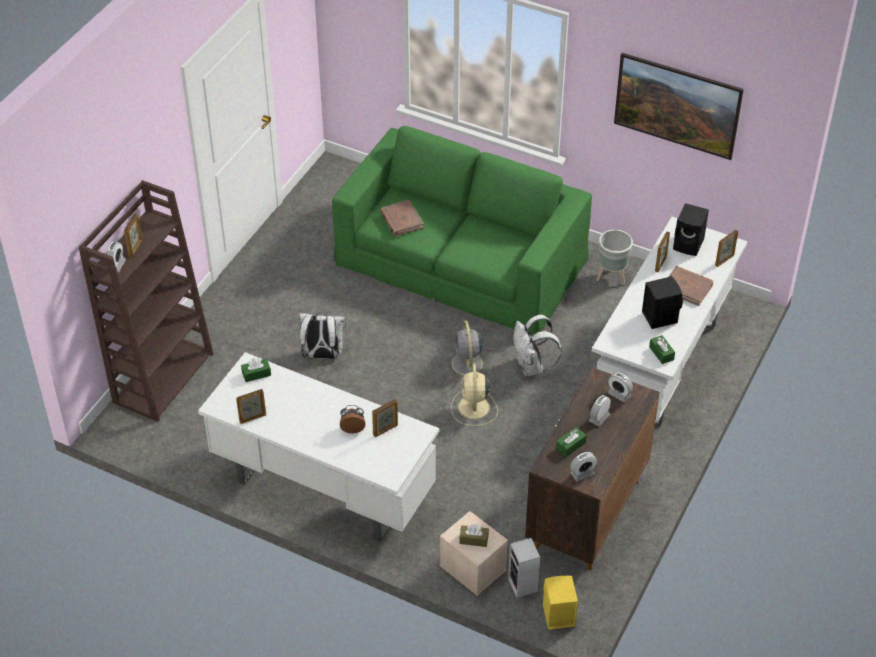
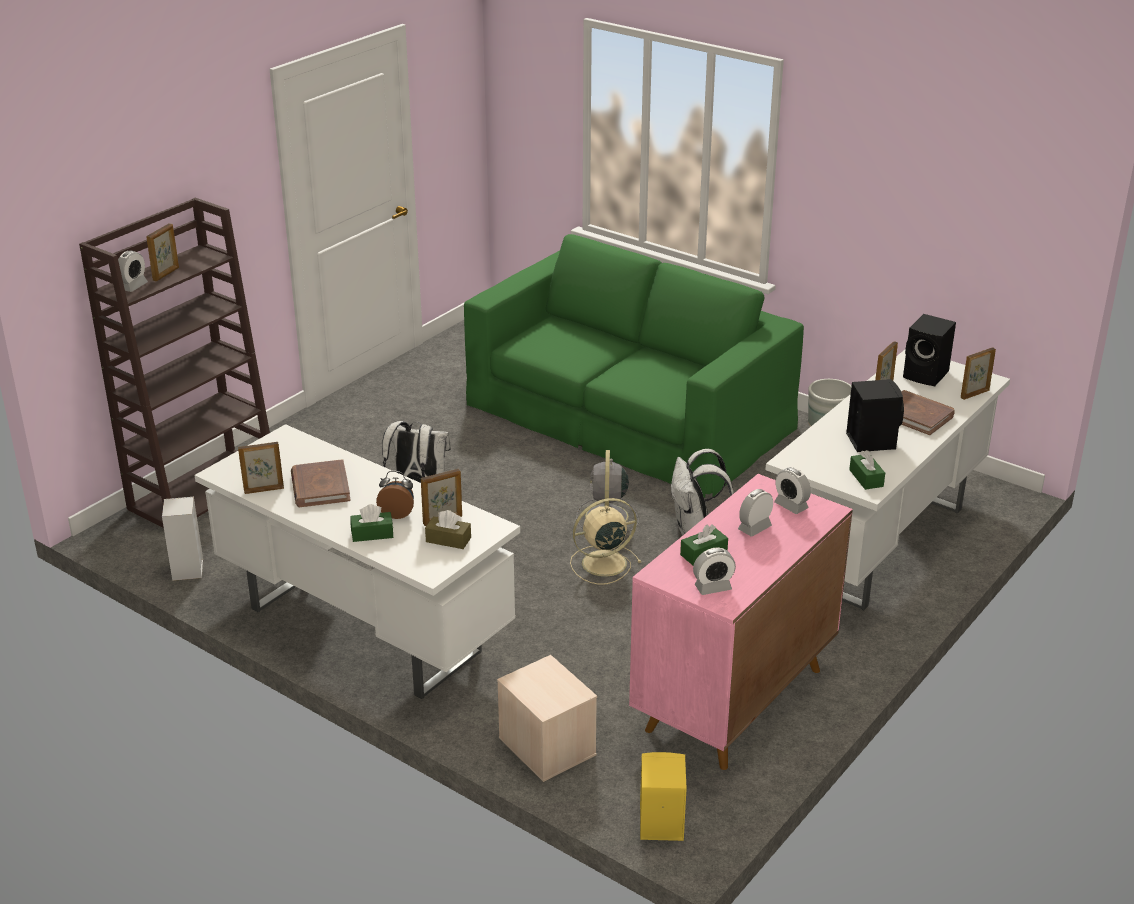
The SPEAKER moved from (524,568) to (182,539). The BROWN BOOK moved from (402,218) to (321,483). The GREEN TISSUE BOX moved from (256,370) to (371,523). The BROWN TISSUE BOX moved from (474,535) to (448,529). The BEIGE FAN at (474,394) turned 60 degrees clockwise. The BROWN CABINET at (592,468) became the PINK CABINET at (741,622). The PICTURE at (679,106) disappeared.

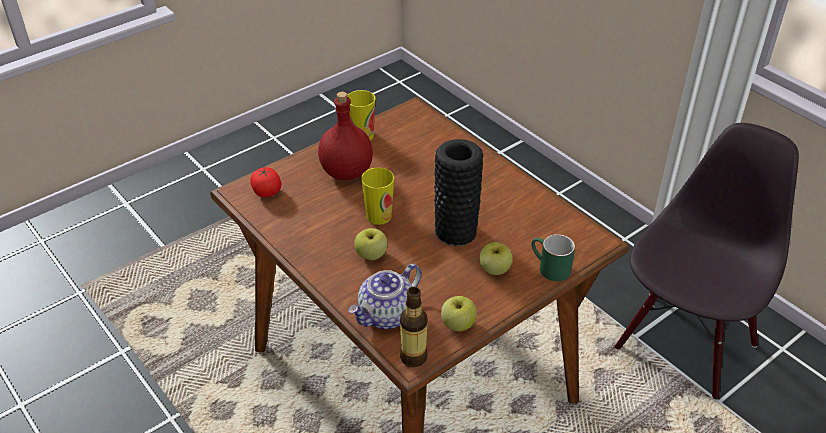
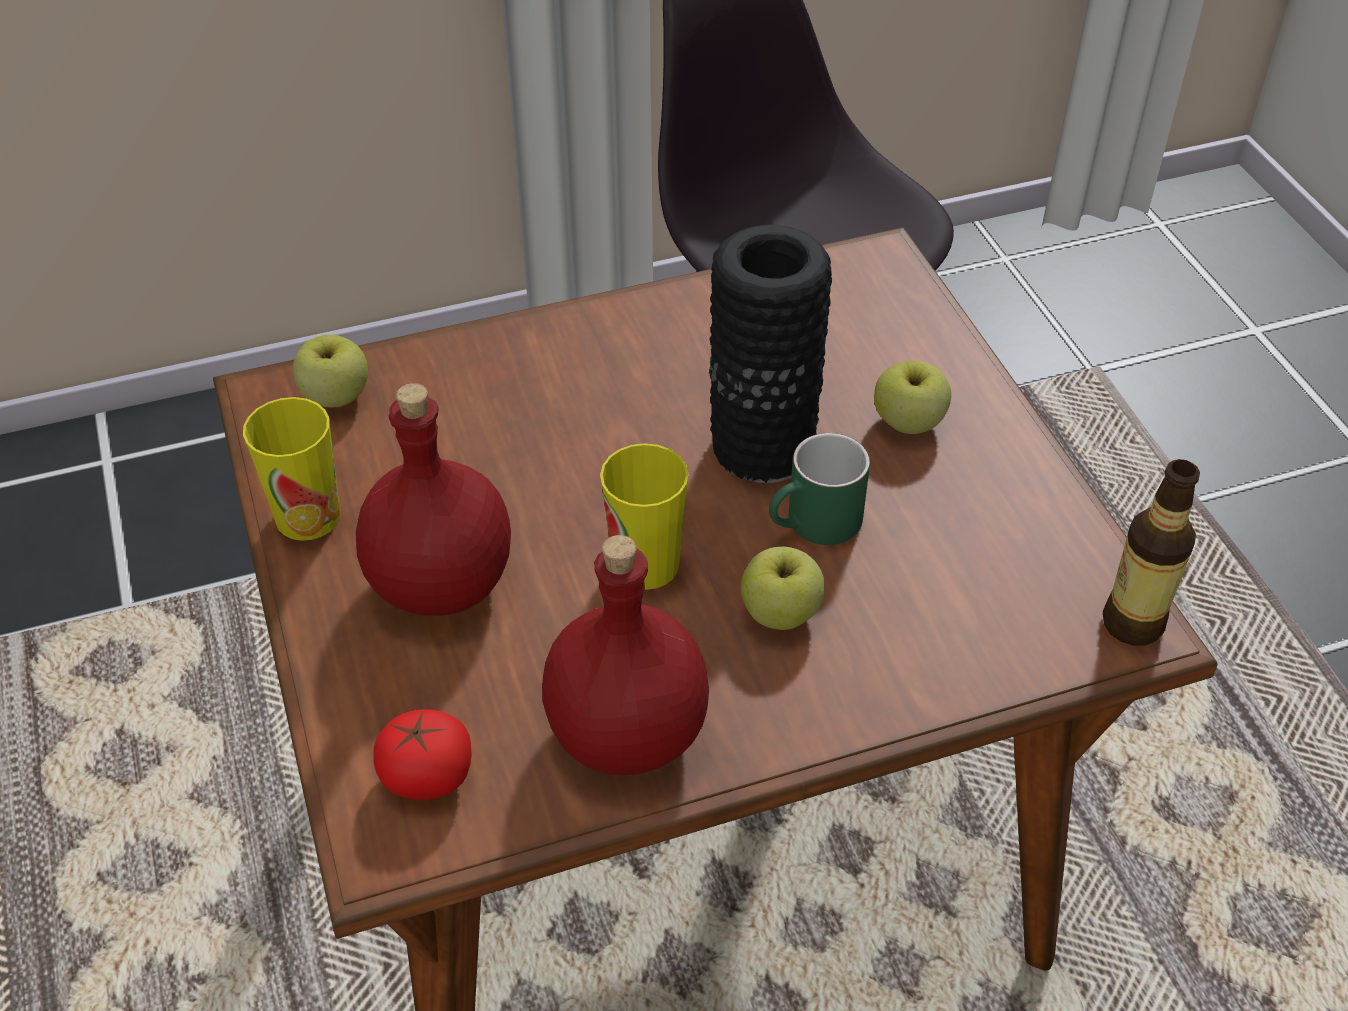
The APPLE moved from (459,313) to (330,370). The RED BOTTLE at (625,655) appeared. The GREEN MUG moved from (553,257) to (819,489). The TEAPOT at (384,296) disappeared.

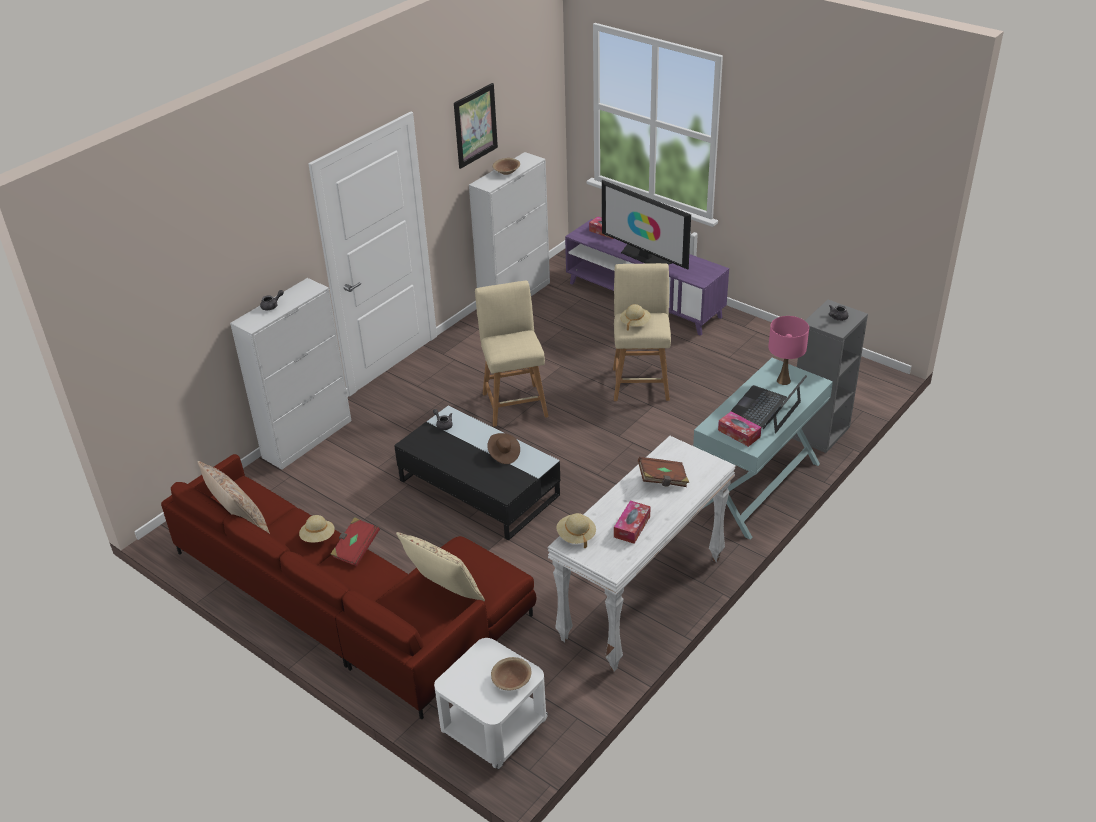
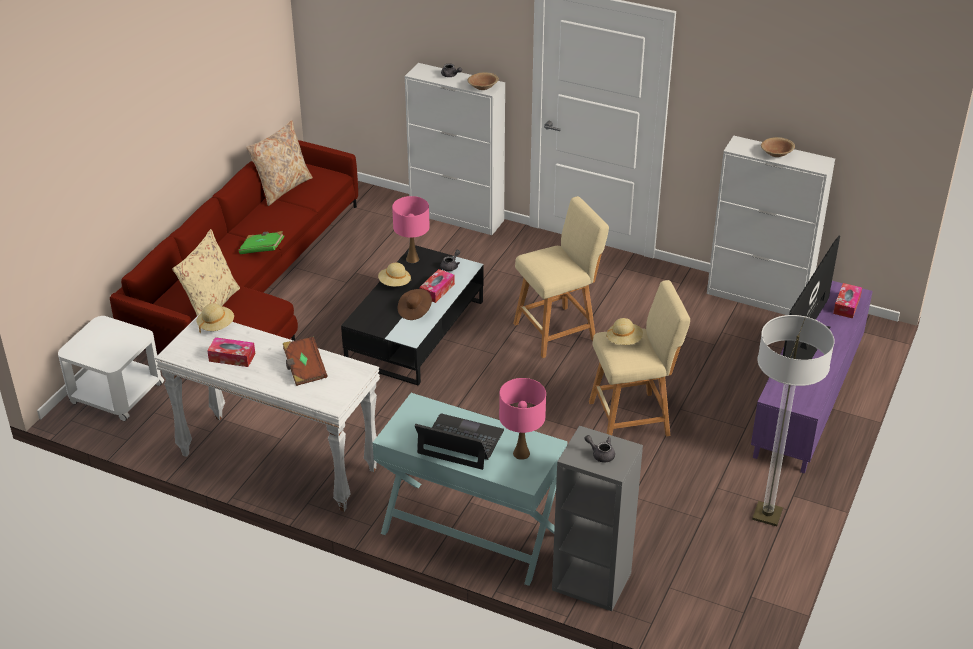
The RED BOOK at (355,541) became the GREEN BOOK at (261,242). The BEIGE HAT moved from (317,529) to (394,275). The PINK TABLE LAMP at (411,229) appeared. The TISSUE BOX moved from (739,429) to (437,286). The BROWN BOWL moved from (511,673) to (483,81). The FLOOR LAMP at (793,420) appeared. The PICTURE at (476,126) disappeared.

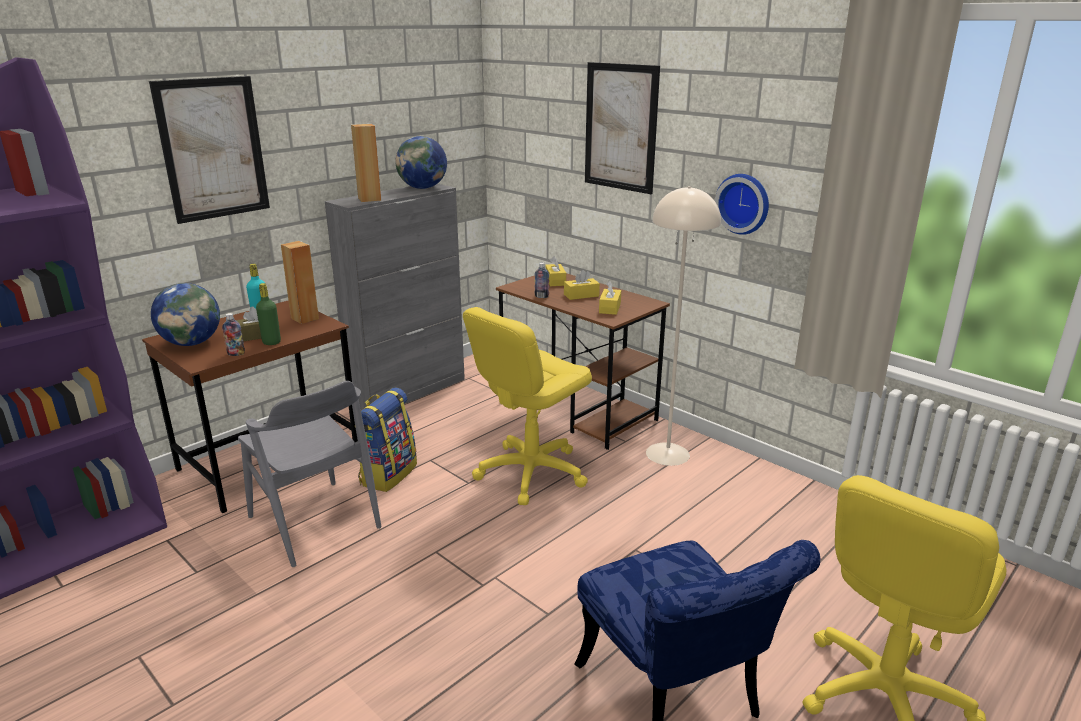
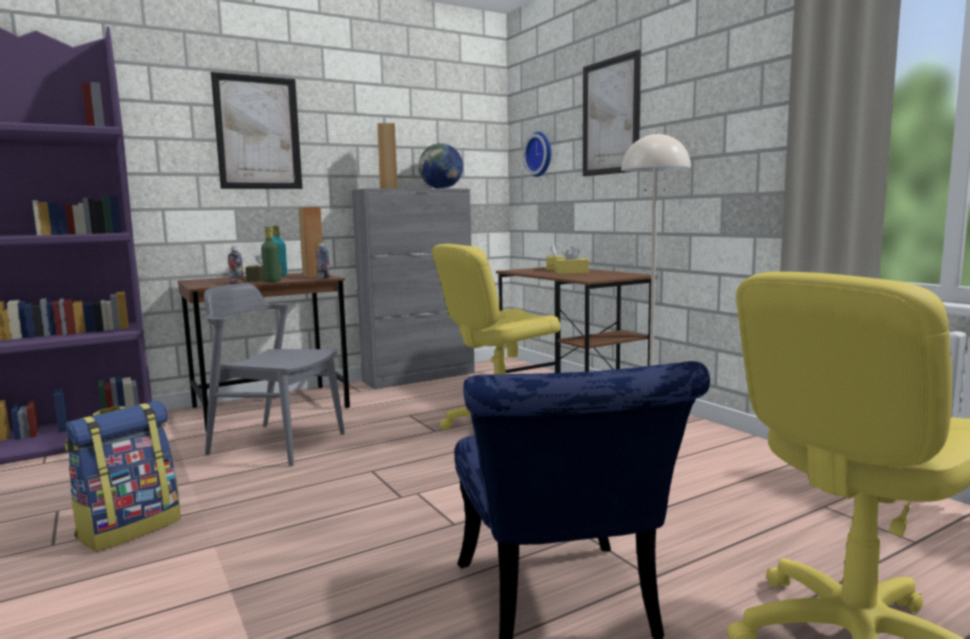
The BACKPACK moved from (386,440) to (123,476). The GREY CHAIR at (309,474) turned 135 degrees clockwise. The BOTTLE moved from (541,280) to (323,260). The WALL CLOCK moved from (742,204) to (537,154). The GLOBE at (185,314) disappeared. The YELLOW TISSUE BOX at (610,298) disappeared.

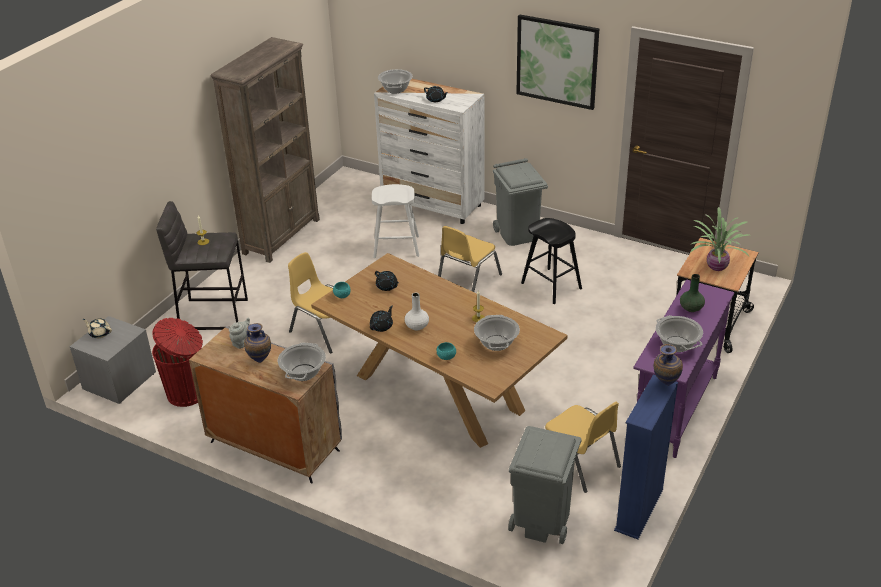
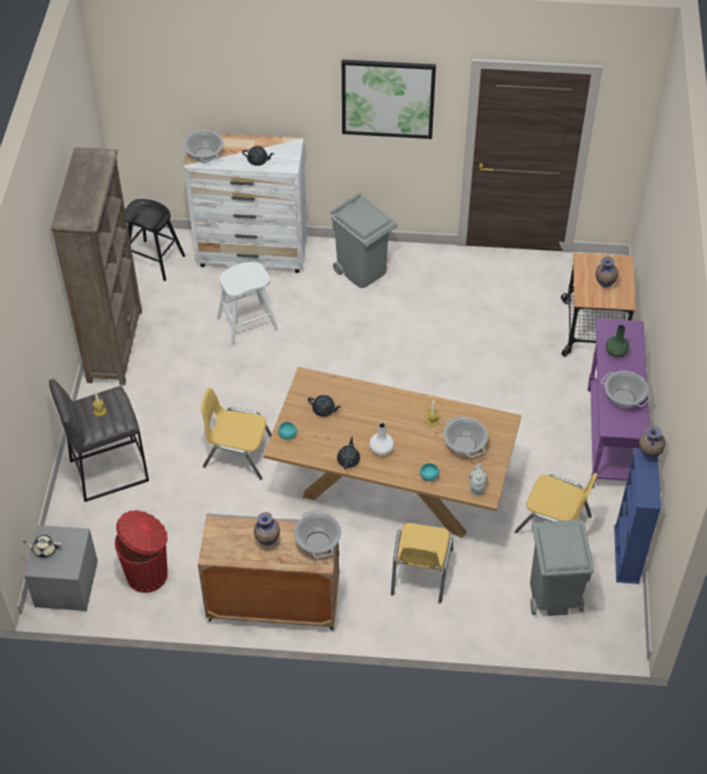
The BLACK STOOL moved from (551,261) to (155,240). The YELLOW CHAIR moved from (470,259) to (422,563). The GREY TEAPOT moved from (239,333) to (478,479). The POTTED PLANT at (719,239) was replaced by the VASE at (606,272).

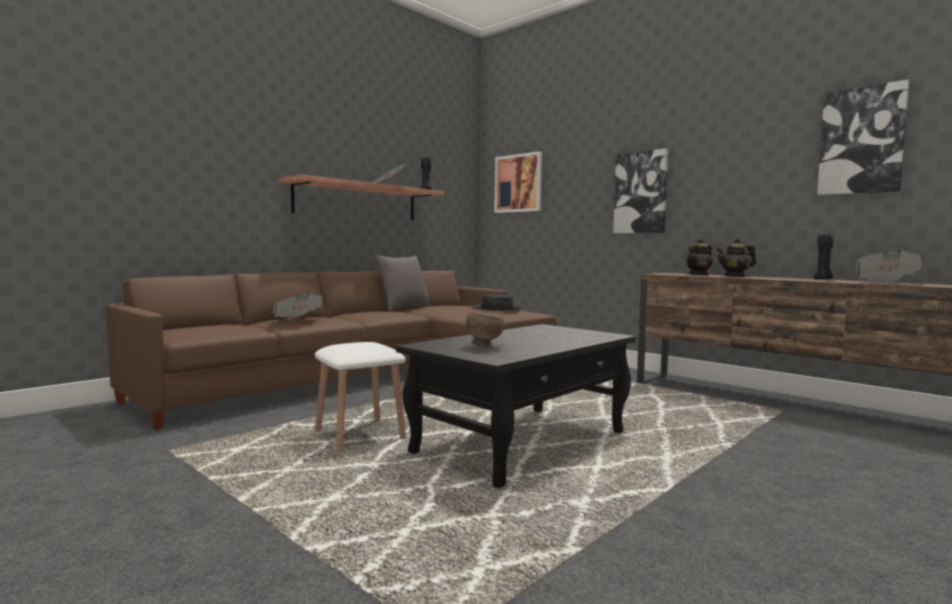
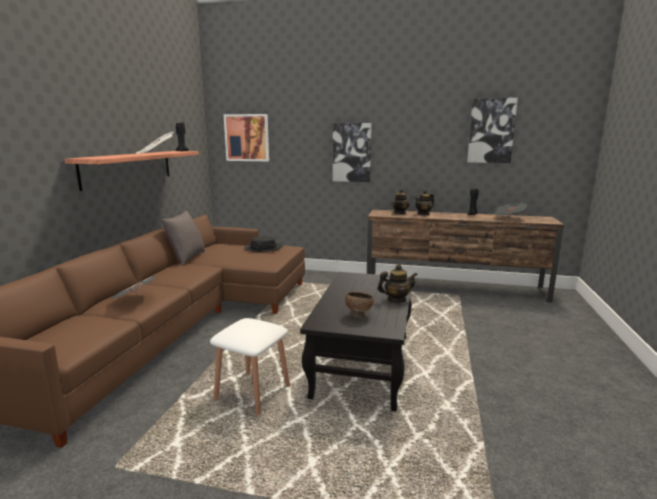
The TEAPOT at (397,283) appeared.

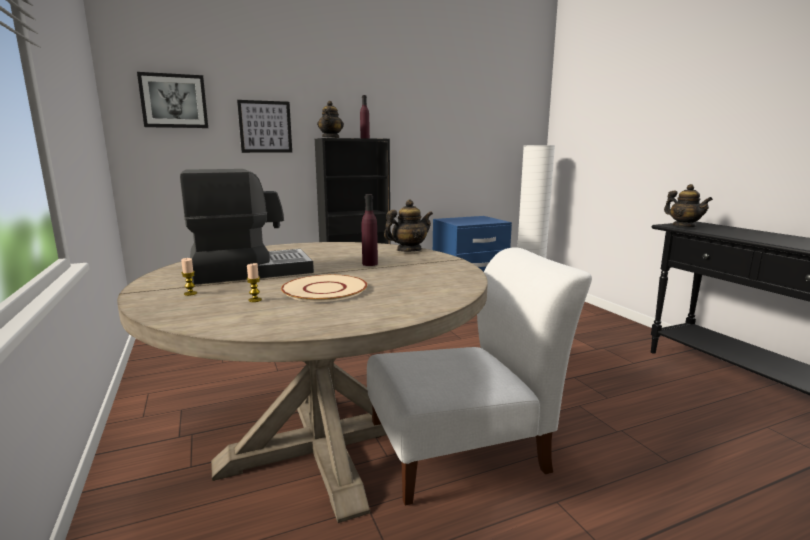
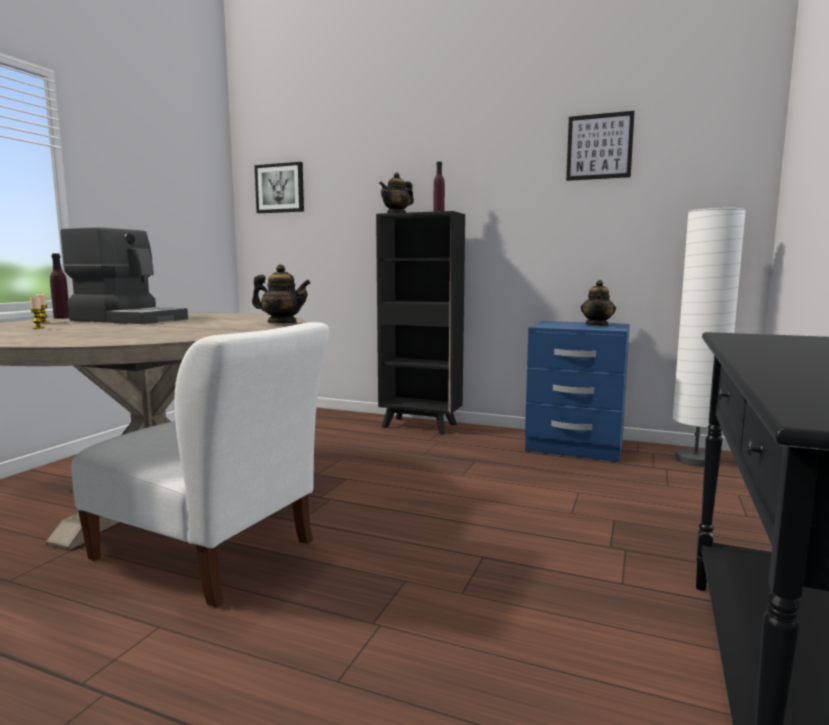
The PURPLE BOTTLE moved from (370,230) to (59,286). The PICTURE moved from (264,126) to (600,146). The TEAPOT moved from (688,206) to (598,303). The BEIGE PLATE at (324,288) disappeared.

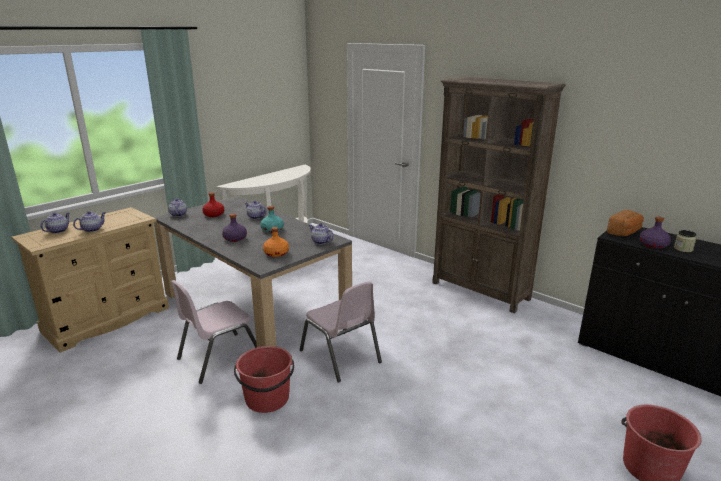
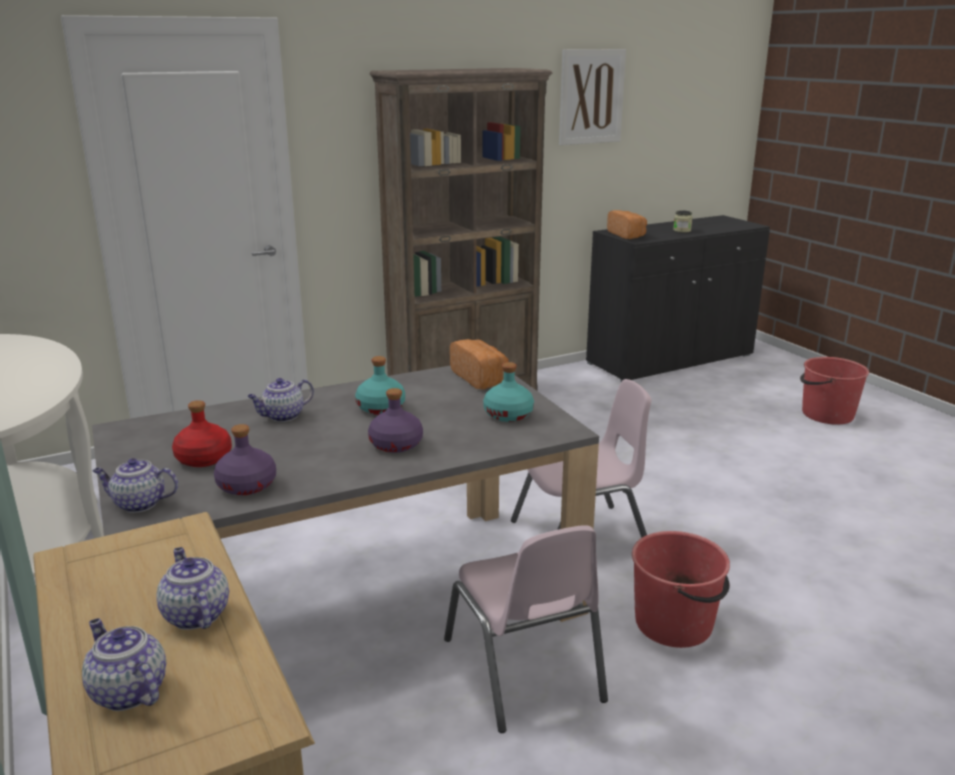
The PURPLE BOTTLE moved from (655,233) to (245,459). The TEAPOT at (321,234) was replaced by the BREAD at (479,364). The ORANGE BOTTLE at (276,242) became the TURQUOISE BOTTLE at (508,392). The PICTURE at (592,97) appeared.

